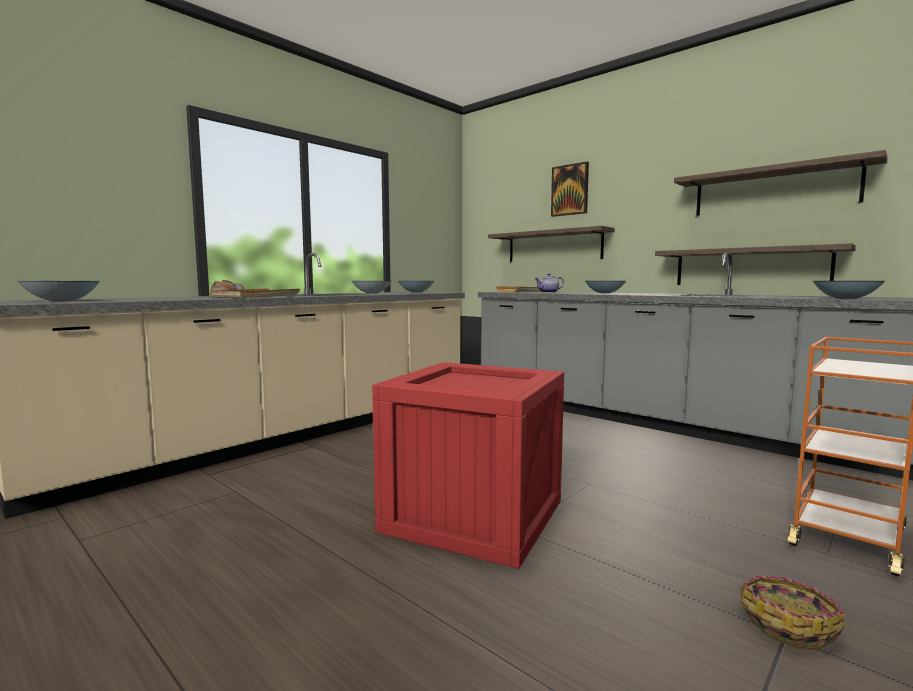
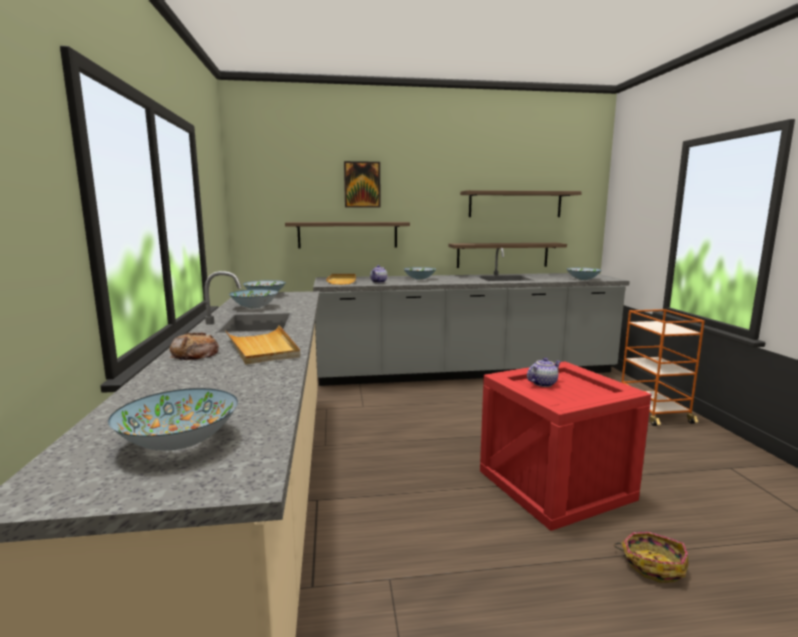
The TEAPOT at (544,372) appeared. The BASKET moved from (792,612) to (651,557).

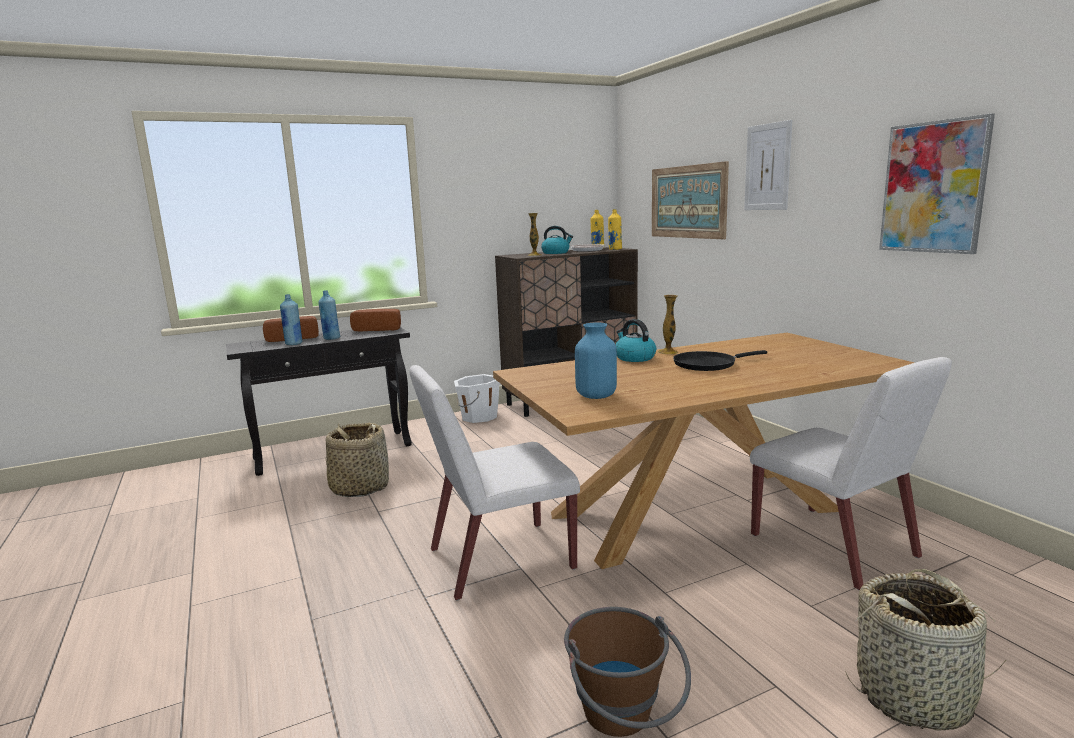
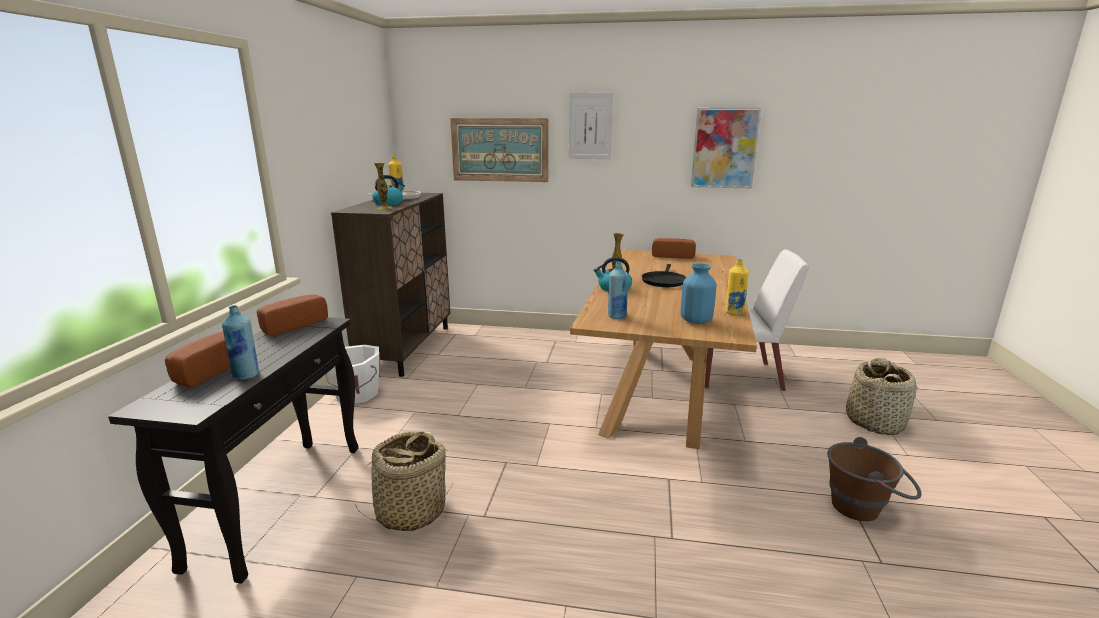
The BLUE BOTTLE moved from (329,315) to (618,290). The BREAD at (674,248) appeared. The YELLOW BOTTLE moved from (615,229) to (737,287). The WHITE CHAIR at (494,482) disappeared.

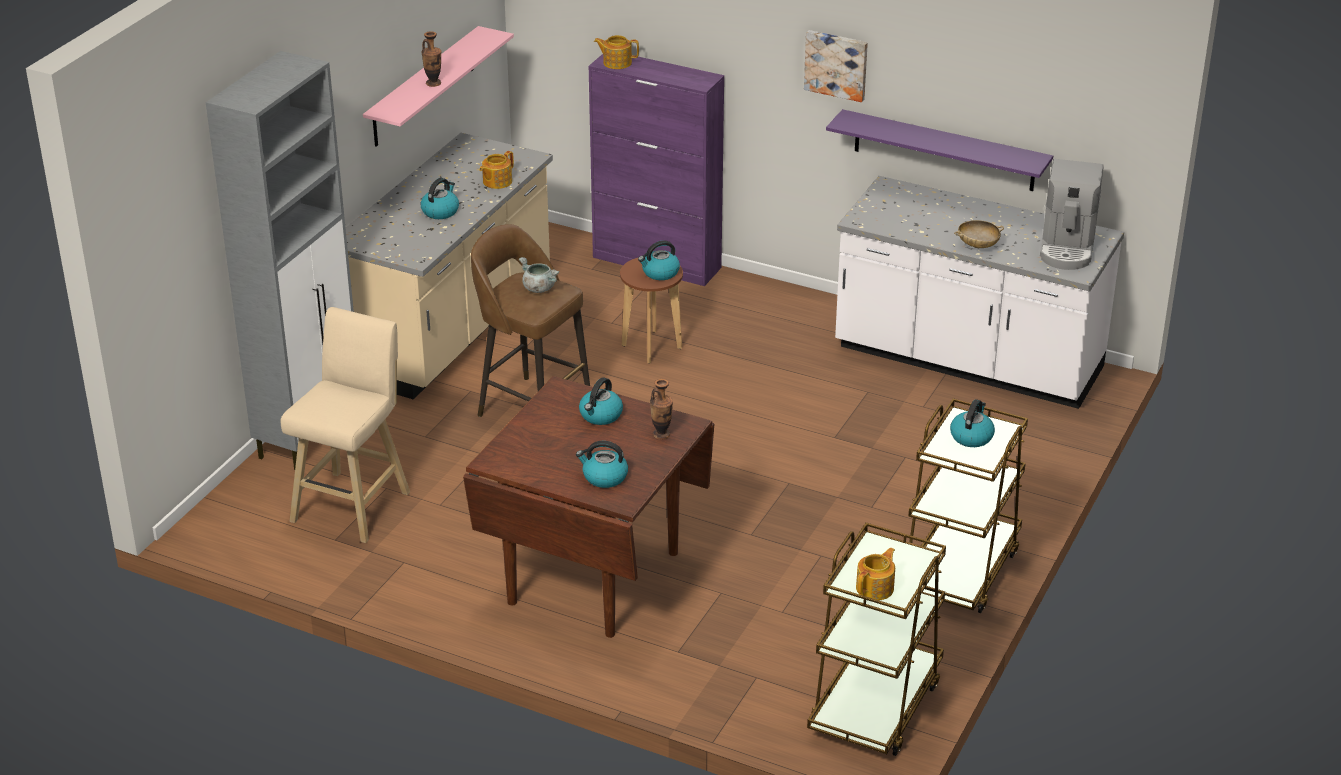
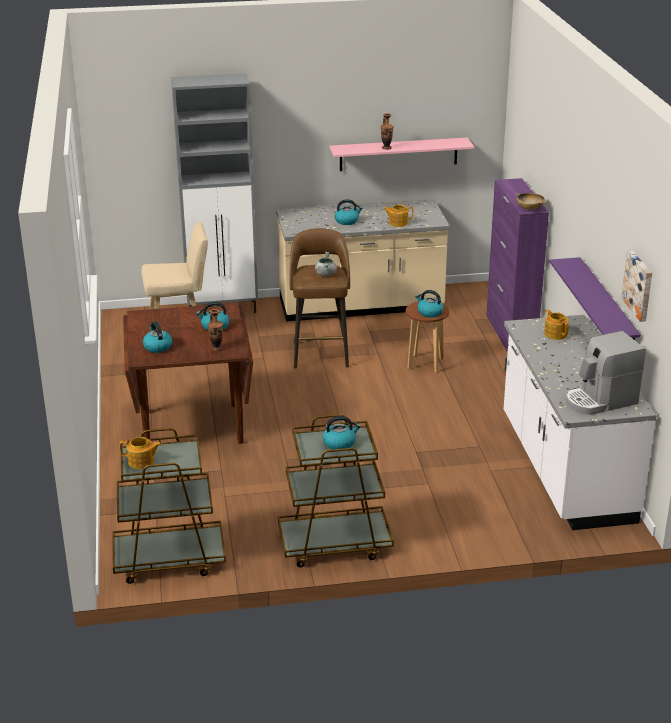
The BEIGE BOWL moved from (979,234) to (531,201). The TEAPOT moved from (616,52) to (556,324). The PICTURE moved from (836,66) to (636,286).

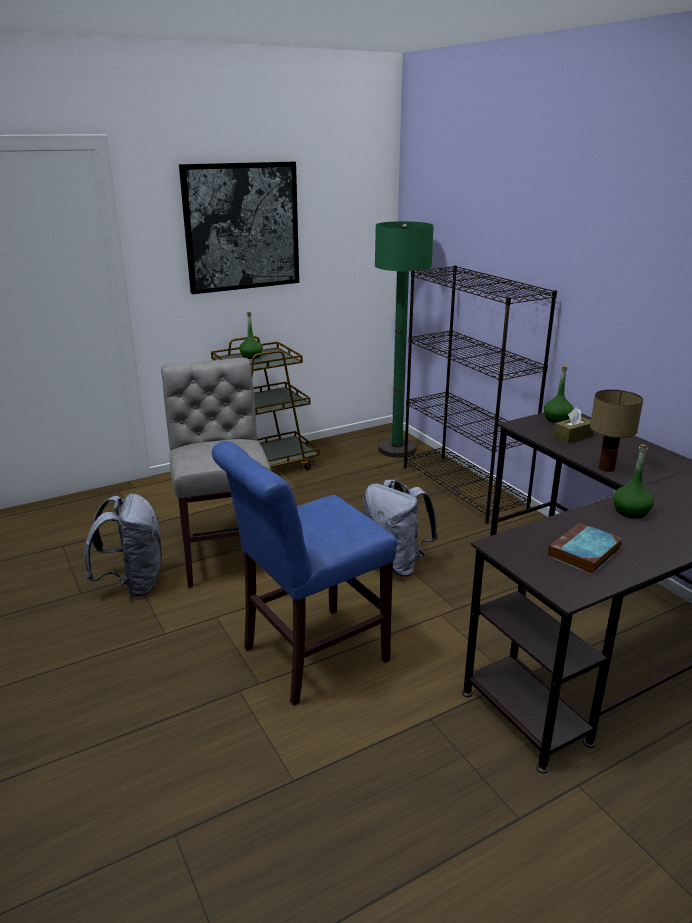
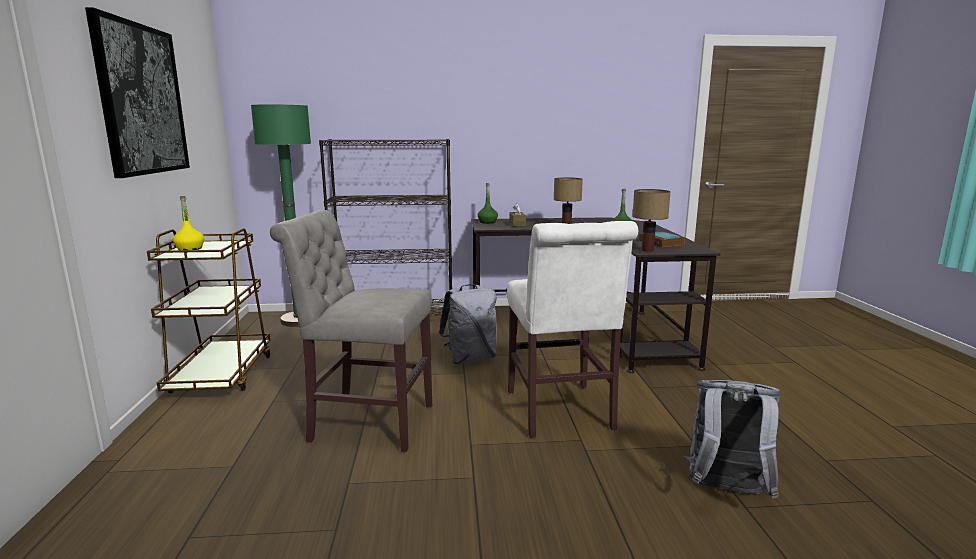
The GREEN BOTTLE at (251,335) became the YELLOW BOTTLE at (188,223). The BLUE CHAIR at (304,573) became the WHITE CHAIR at (572,329). The TABLE LAMP at (651,220) appeared. The GREY BACKPACK moved from (123,545) to (732,439).

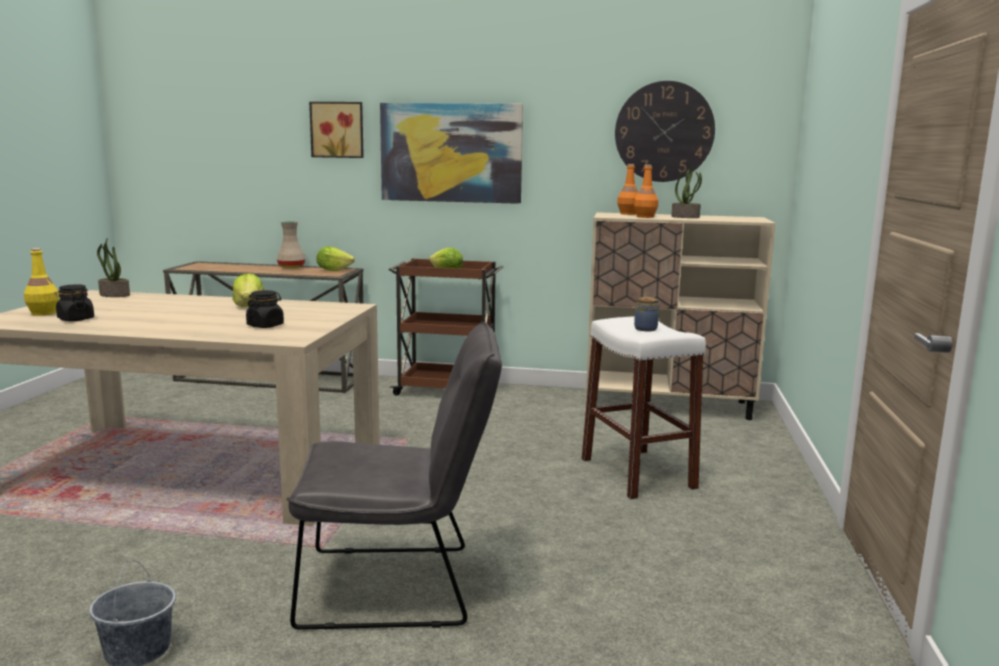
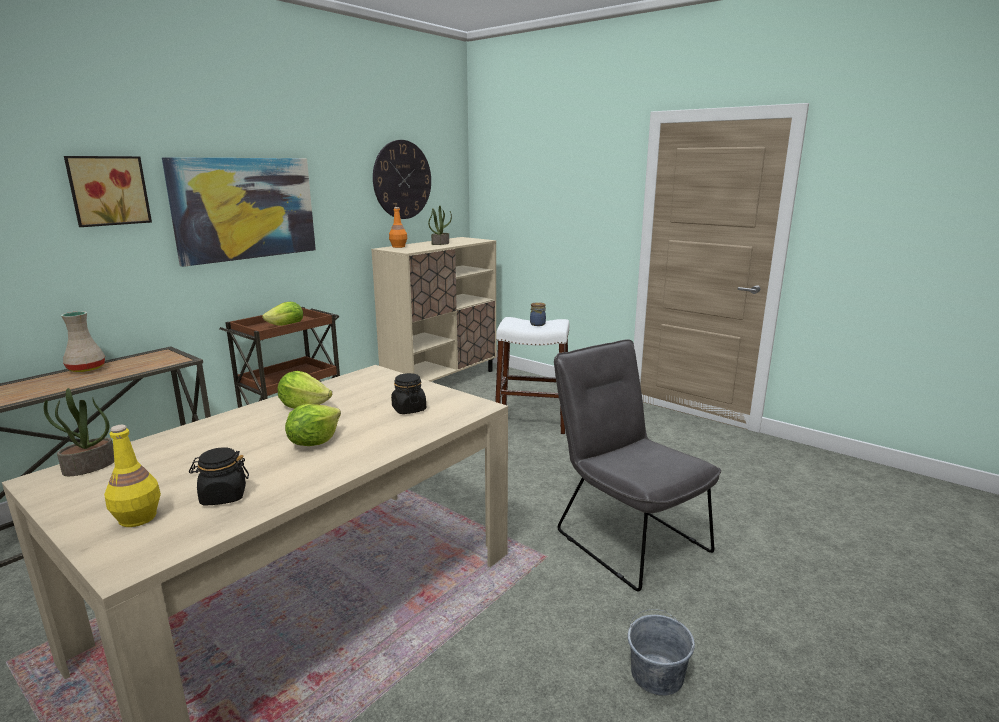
The LETTUCE moved from (335,258) to (313,425). The GREY CHAIR at (394,476) turned 60 degrees counterclockwise. The ORANGE BOTTLE at (646,191) disappeared.

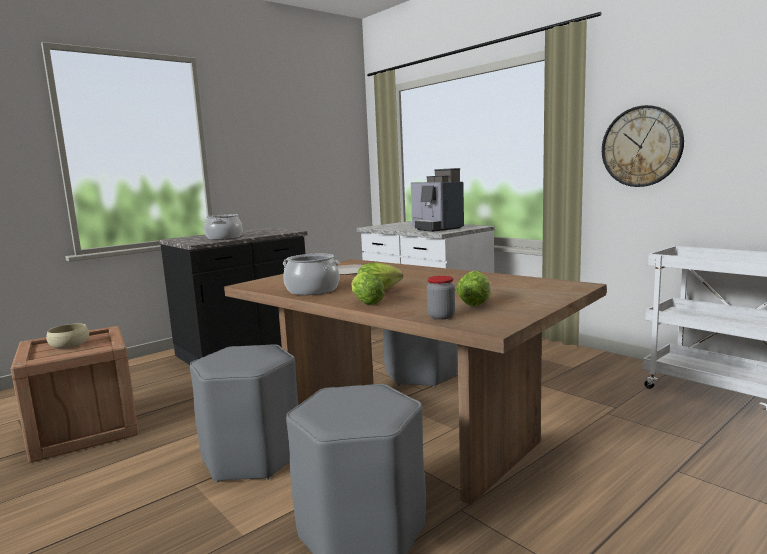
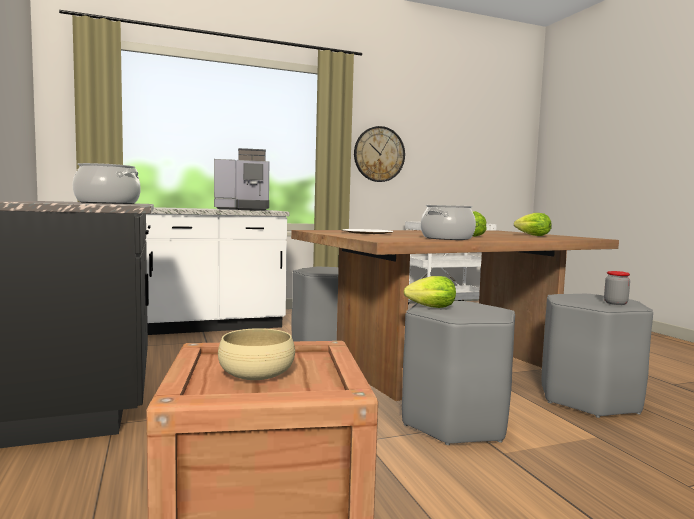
The LETTUCE moved from (368,288) to (429,292). The JAR moved from (441,298) to (617,288).

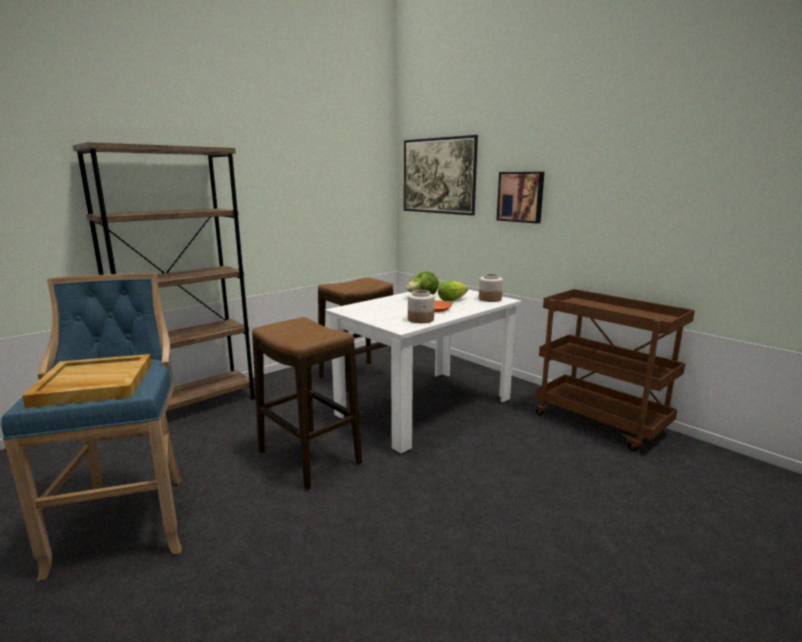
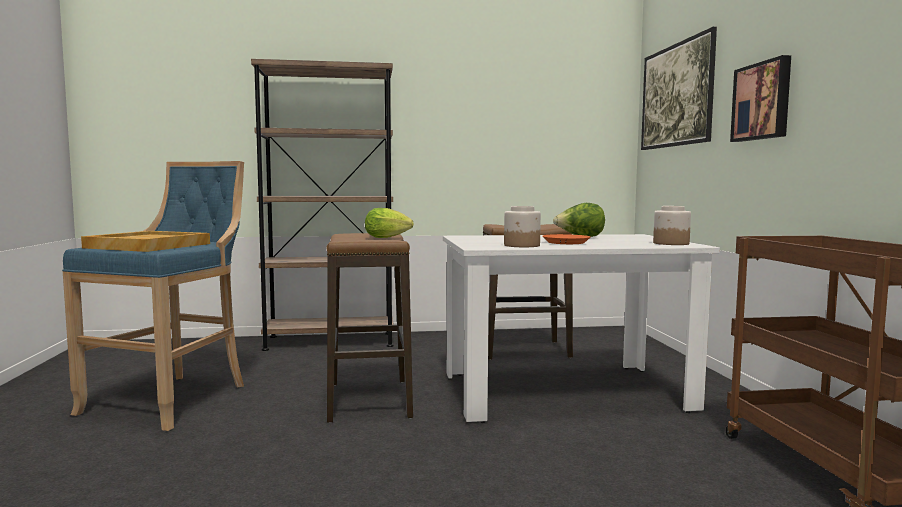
The LETTUCE moved from (453,291) to (389,223).

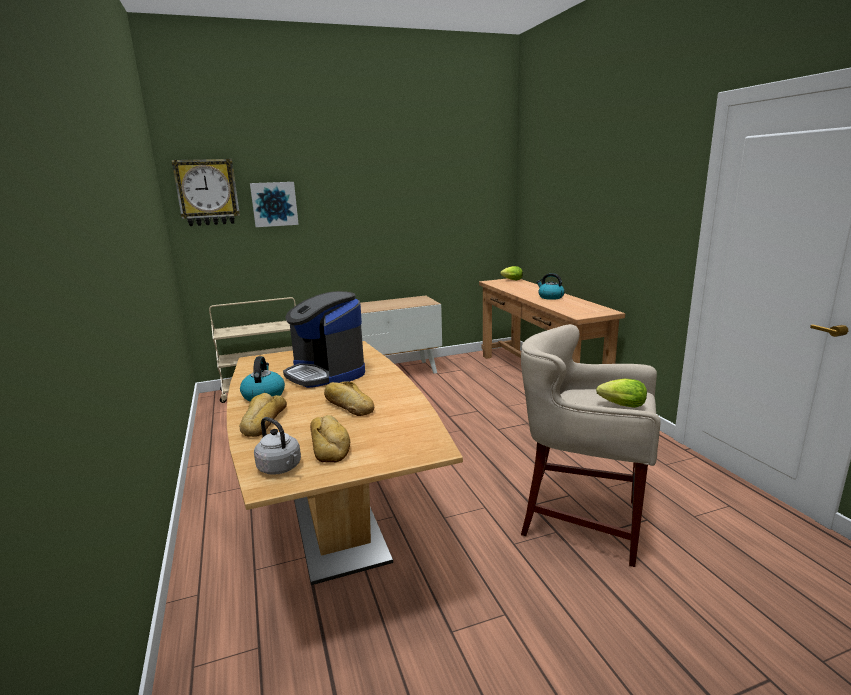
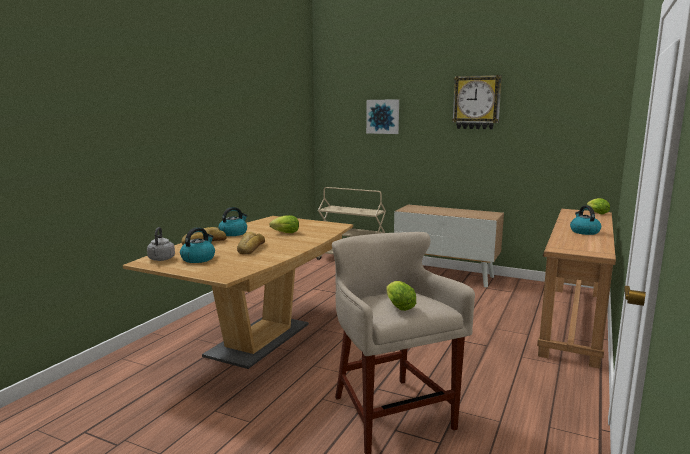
The BREAD at (330,438) was replaced by the KETTLE at (197,245). The COFFEE MACHINE at (324,339) was replaced by the LETTUCE at (284,224). The WALL CLOCK moved from (206,192) to (477,102).

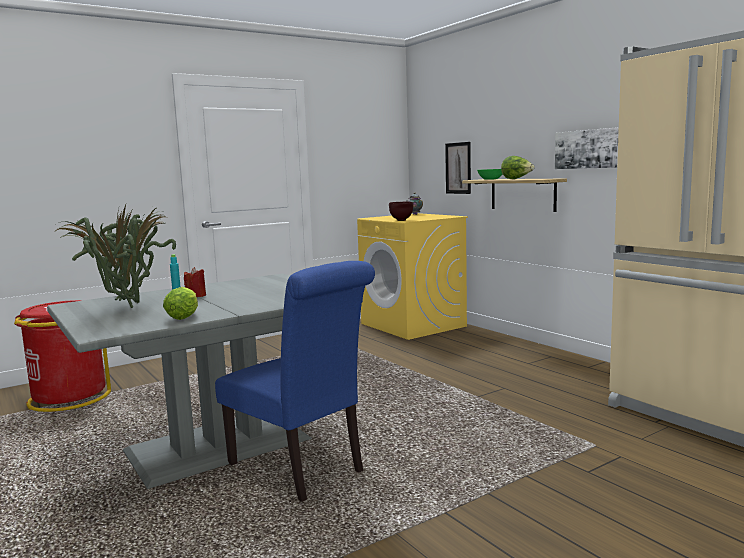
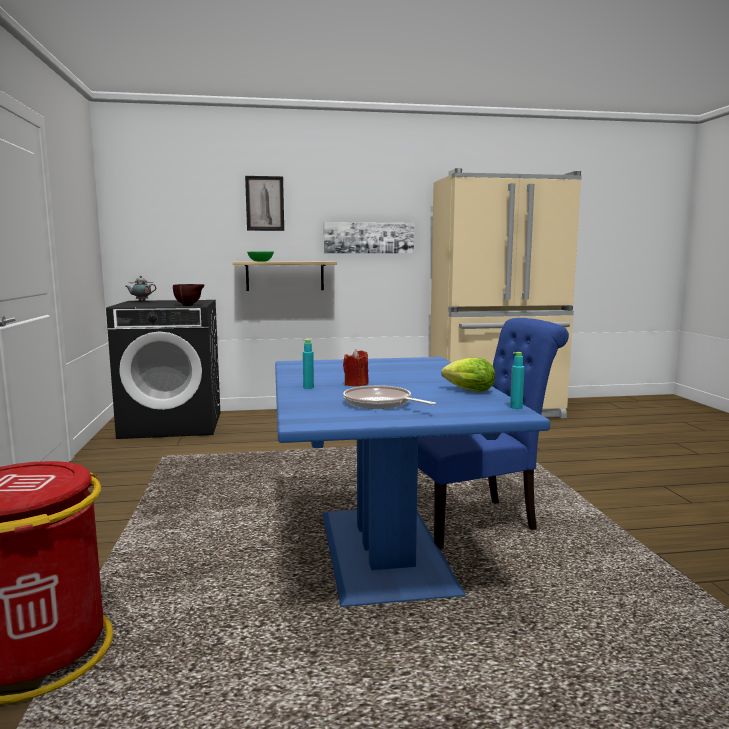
The YELLOW WASHING MACHINE at (412,276) became the BLACK WASHING MACHINE at (163,369). The PICTURE moved from (458,168) to (264,203). The GREY DINING TABLE at (205,381) became the BLUE DINING TABLE at (412,482). The POTTED PLANT at (115,256) was replaced by the FRYING PAN at (389,397). The TURQUOISE BOTTLE at (517,380) appeared. The LETTUCE at (518,167) disappeared.

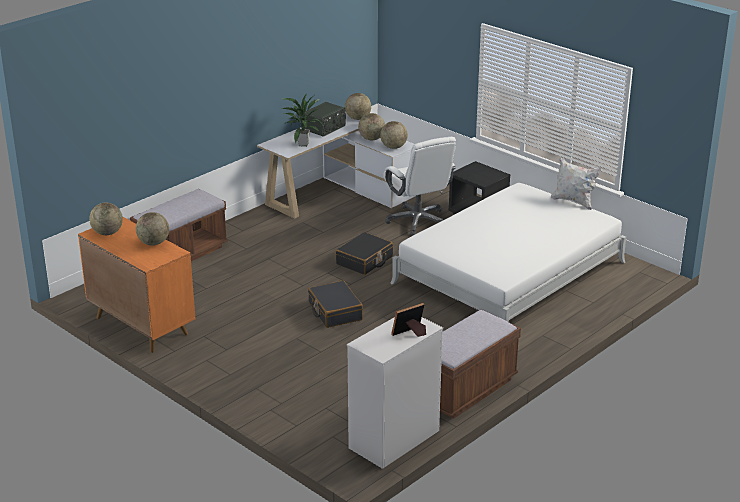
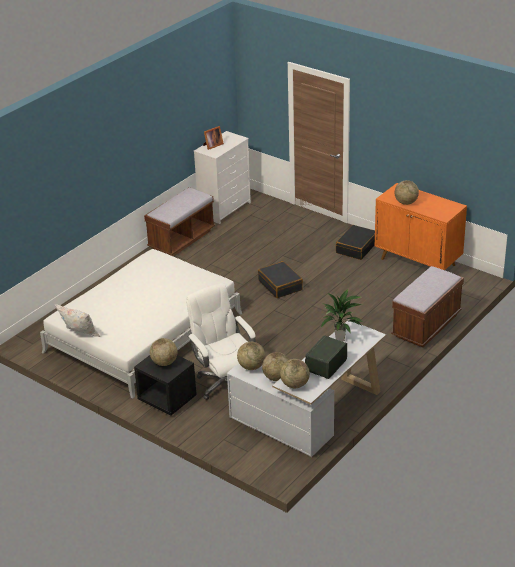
The GLOBE moved from (106,219) to (163,352). The BLACK SUITCASE moved from (364,253) to (355,242).

